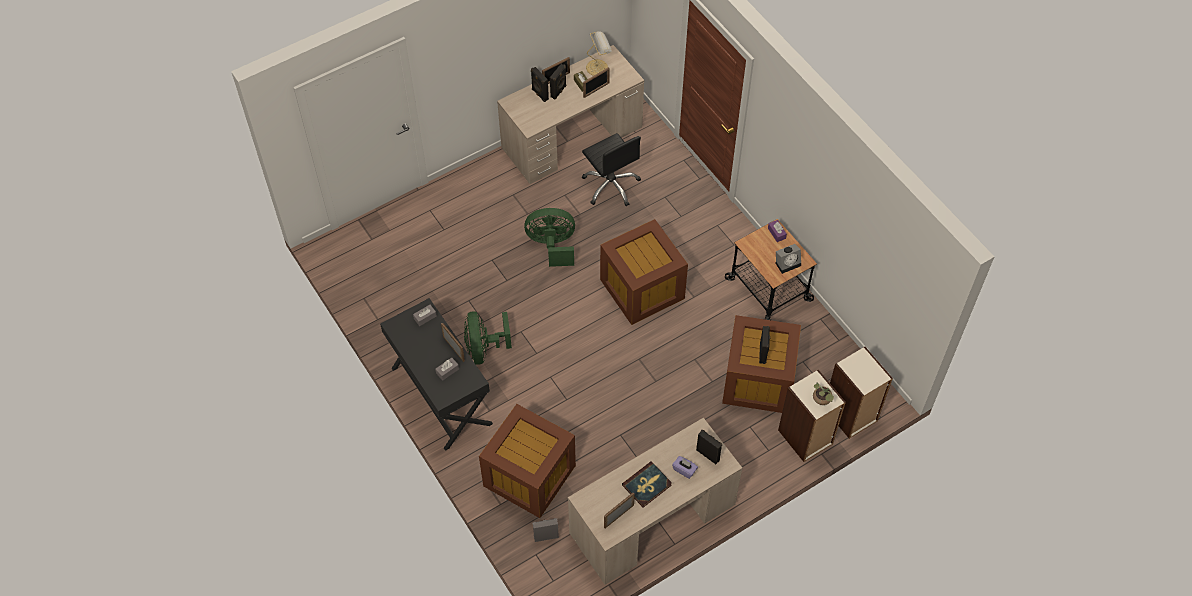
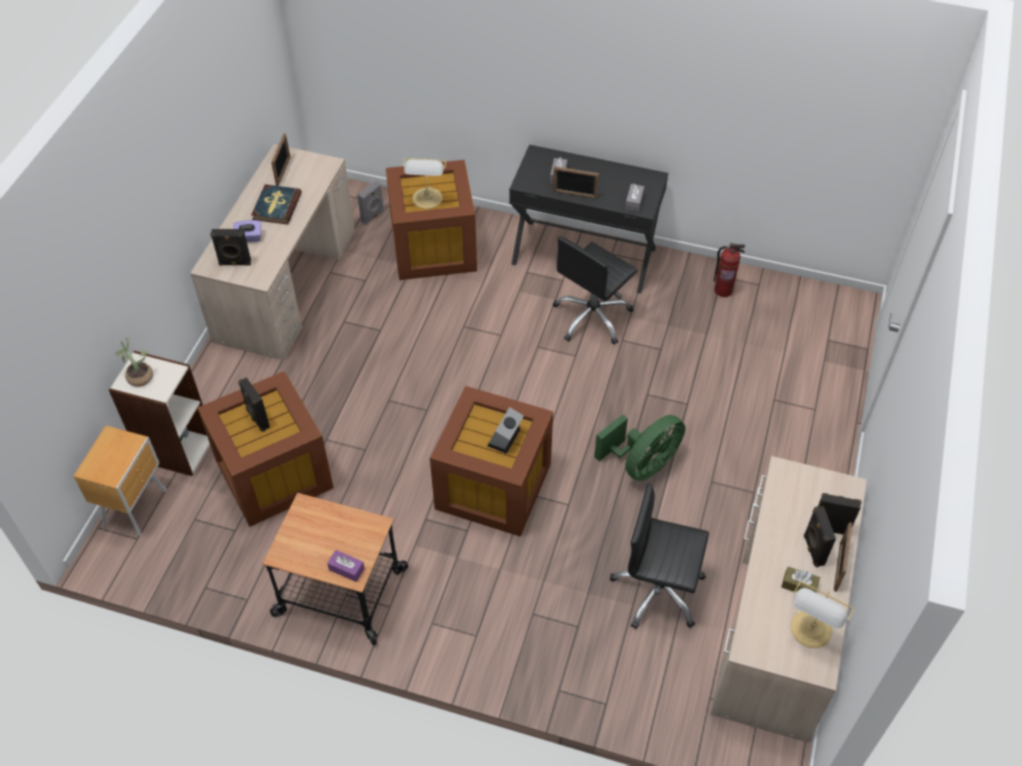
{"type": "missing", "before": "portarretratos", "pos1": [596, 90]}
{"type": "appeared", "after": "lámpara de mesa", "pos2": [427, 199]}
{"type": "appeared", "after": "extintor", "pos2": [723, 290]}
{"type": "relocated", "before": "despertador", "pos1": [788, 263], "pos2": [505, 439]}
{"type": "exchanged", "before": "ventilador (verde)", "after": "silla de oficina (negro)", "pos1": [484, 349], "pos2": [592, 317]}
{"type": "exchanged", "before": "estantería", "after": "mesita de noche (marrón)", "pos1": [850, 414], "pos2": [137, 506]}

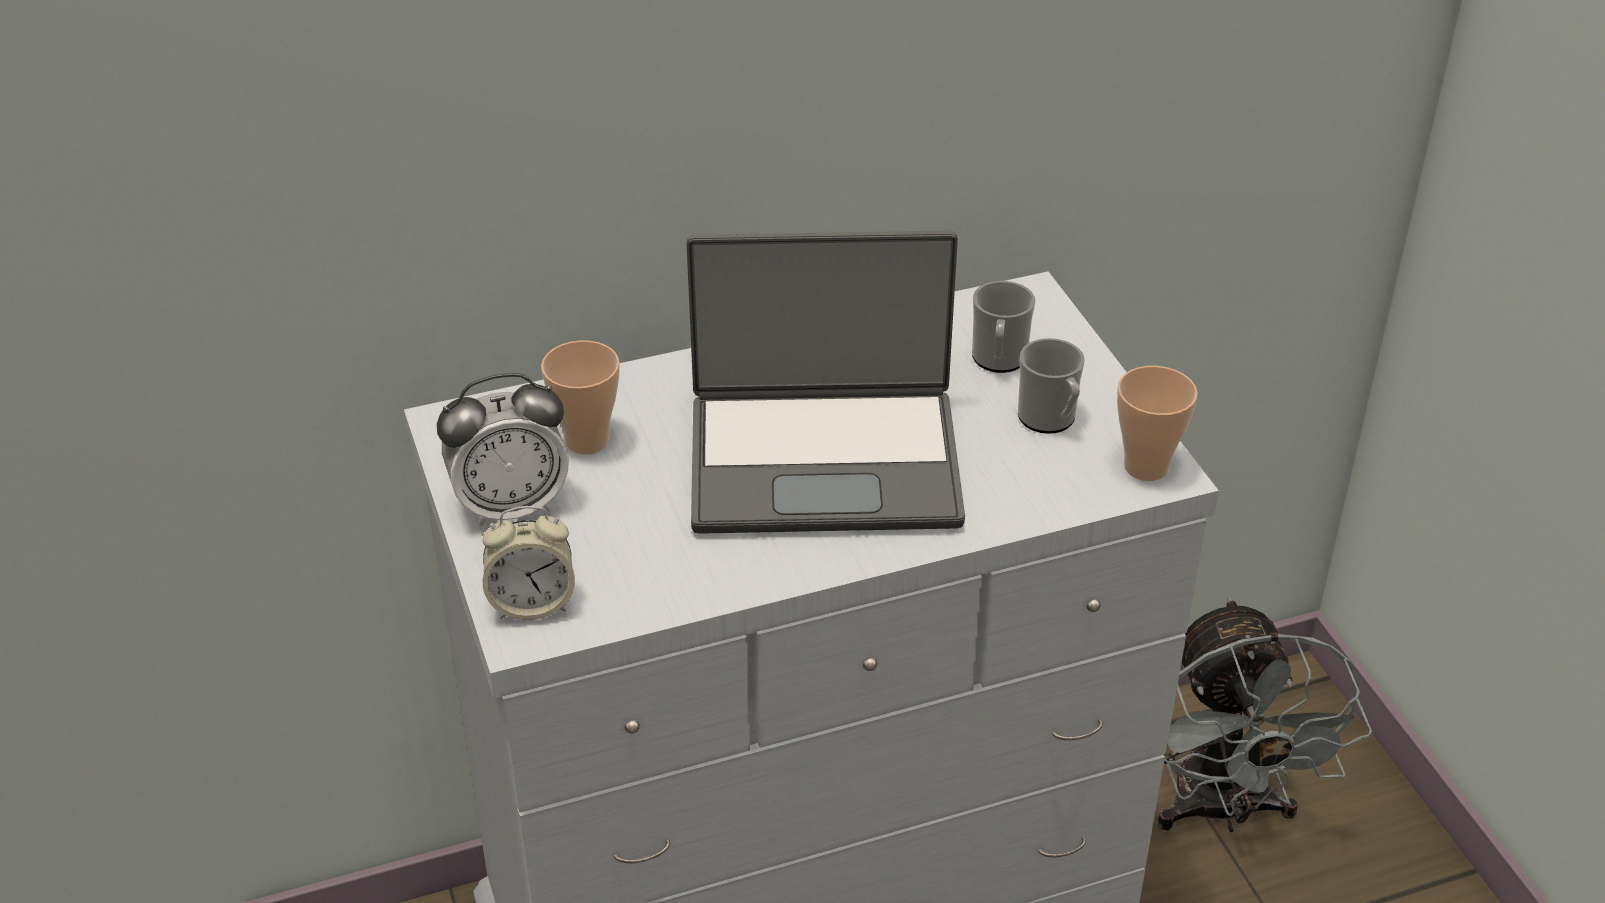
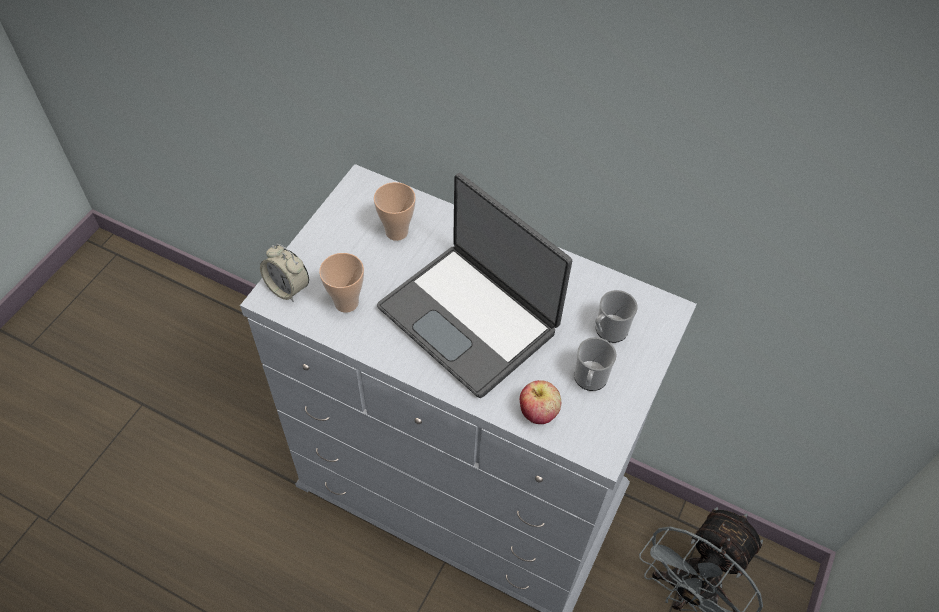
{"type": "missing", "before": "despertador", "pos1": [511, 505]}
{"type": "appeared", "after": "manzana", "pos2": [538, 412]}
{"type": "relocated", "before": "taza", "pos1": [1146, 467], "pos2": [346, 302]}

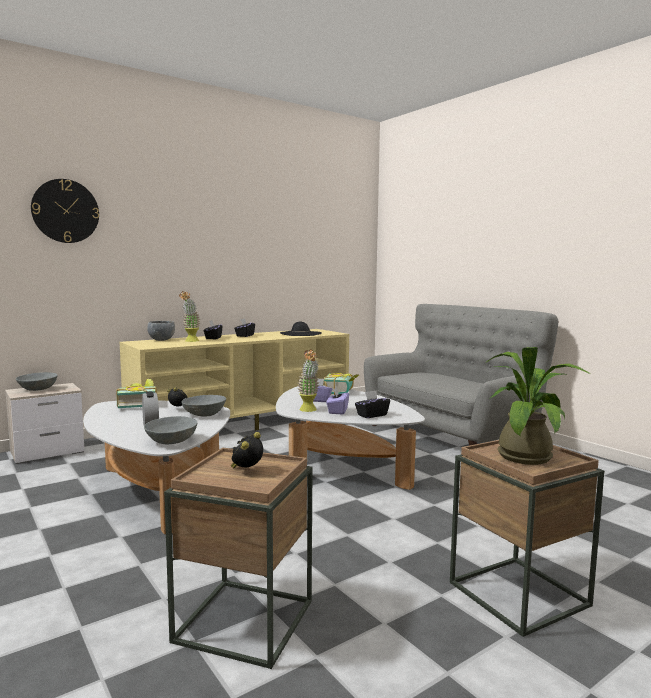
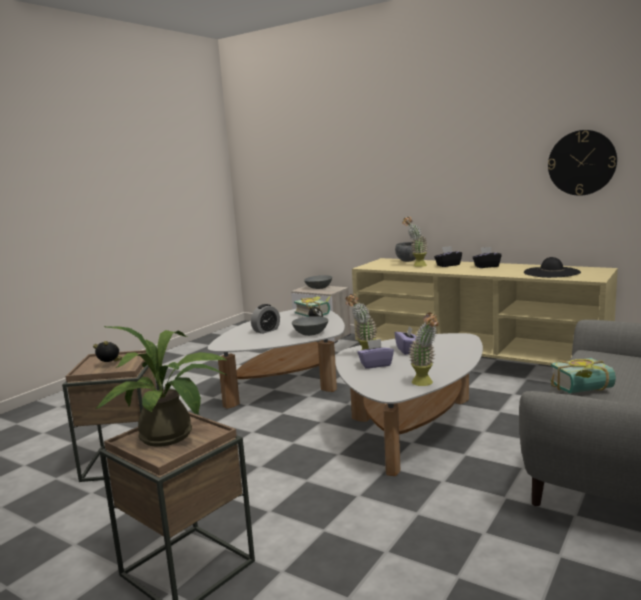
{"type": "missing", "before": "cuenco (gris)", "pos1": [171, 441]}
{"type": "missing", "before": "caja de pañuelos (negro)", "pos1": [371, 415]}
{"type": "appeared", "after": "planta en maceta", "pos2": [425, 384]}
{"type": "relocated", "before": "reloj de pared", "pos1": [65, 211], "pos2": [581, 163]}
{"type": "relocated", "before": "libro", "pos1": [342, 392], "pos2": [585, 390]}

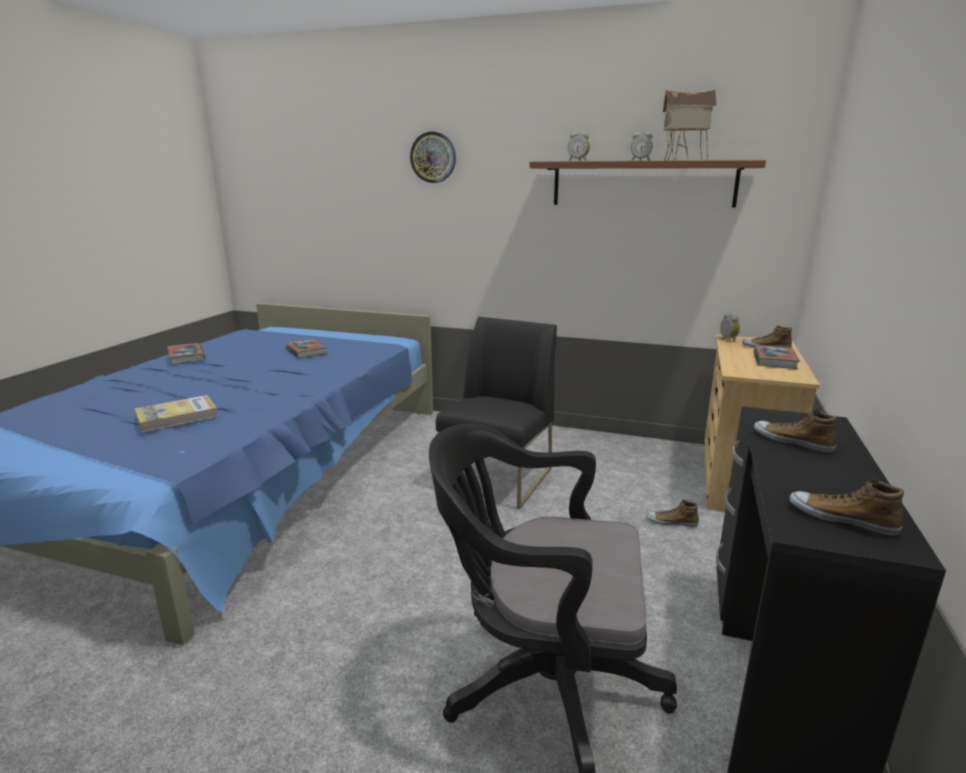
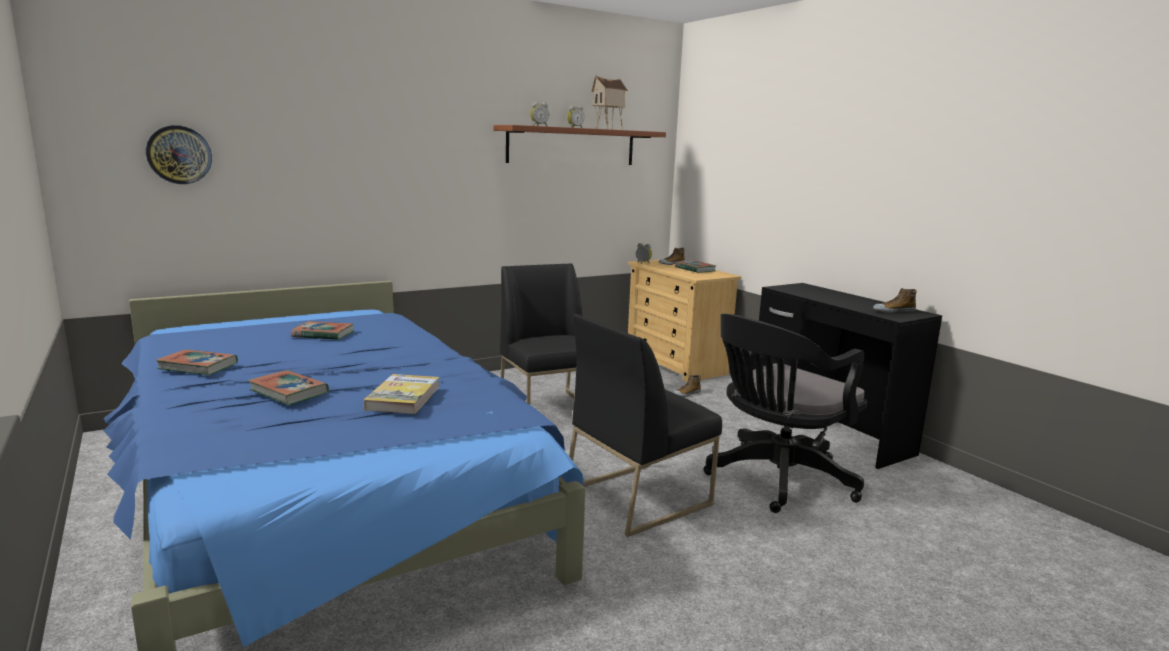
{"type": "missing", "before": "zapato", "pos1": [792, 441]}
{"type": "appeared", "after": "libro", "pos2": [289, 392]}
{"type": "appeared", "after": "silla (negro)", "pos2": [638, 497]}
{"type": "relocated", "before": "reloj de pared", "pos1": [433, 157], "pos2": [179, 155]}

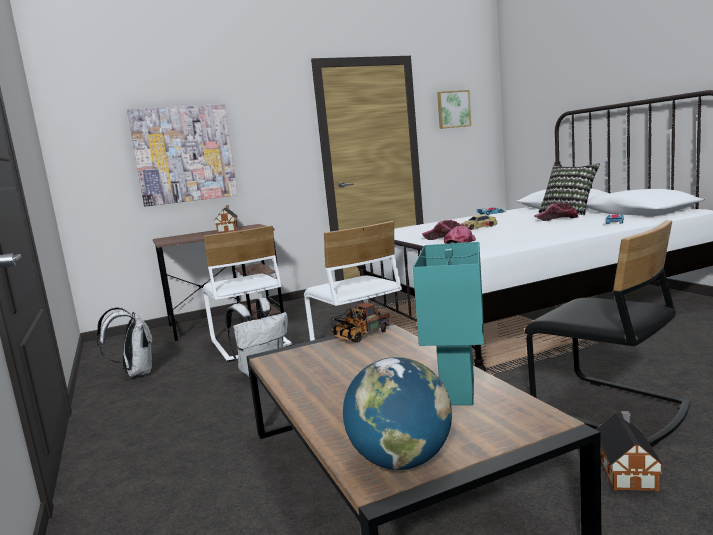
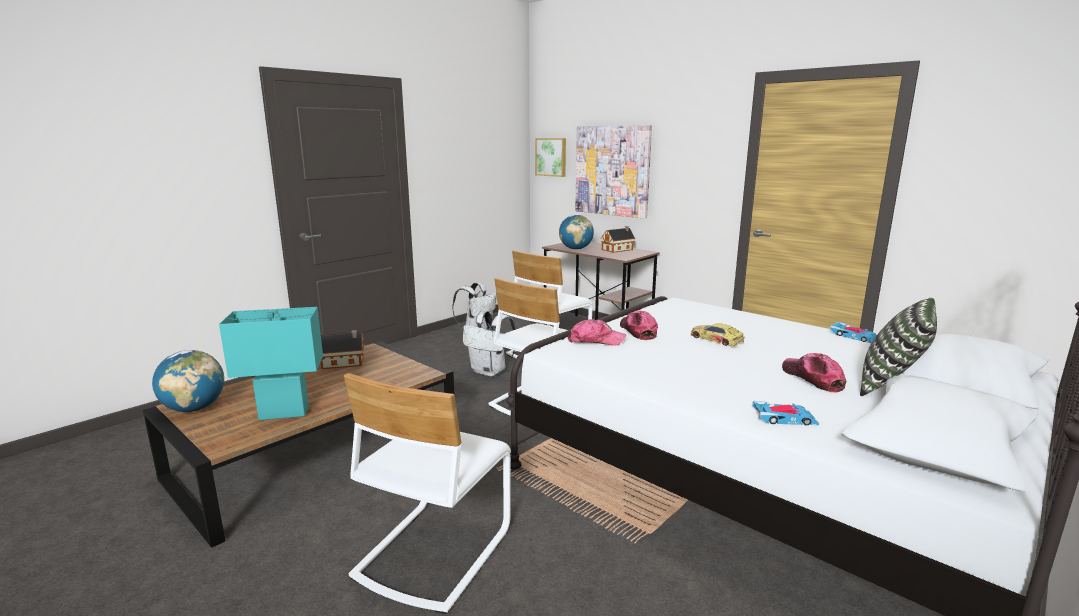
{"type": "missing", "before": "camión de juguete", "pos1": [359, 336]}
{"type": "appeared", "after": "globo terráqueo", "pos2": [576, 249]}
{"type": "relocated", "before": "cuadro", "pos1": [453, 109], "pos2": [551, 157]}
{"type": "relocated", "before": "casita", "pos1": [626, 470], "pos2": [345, 362]}
{"type": "colour", "before": "silla (negro)", "after": "silla (blanco)", "pos1": [608, 409], "pos2": [433, 552]}

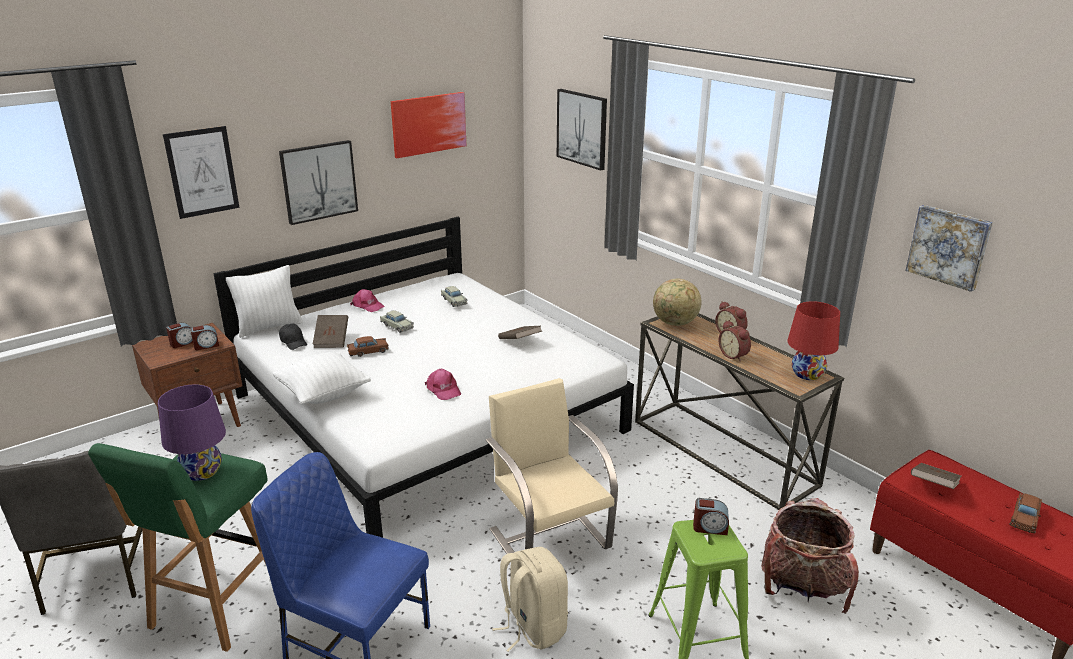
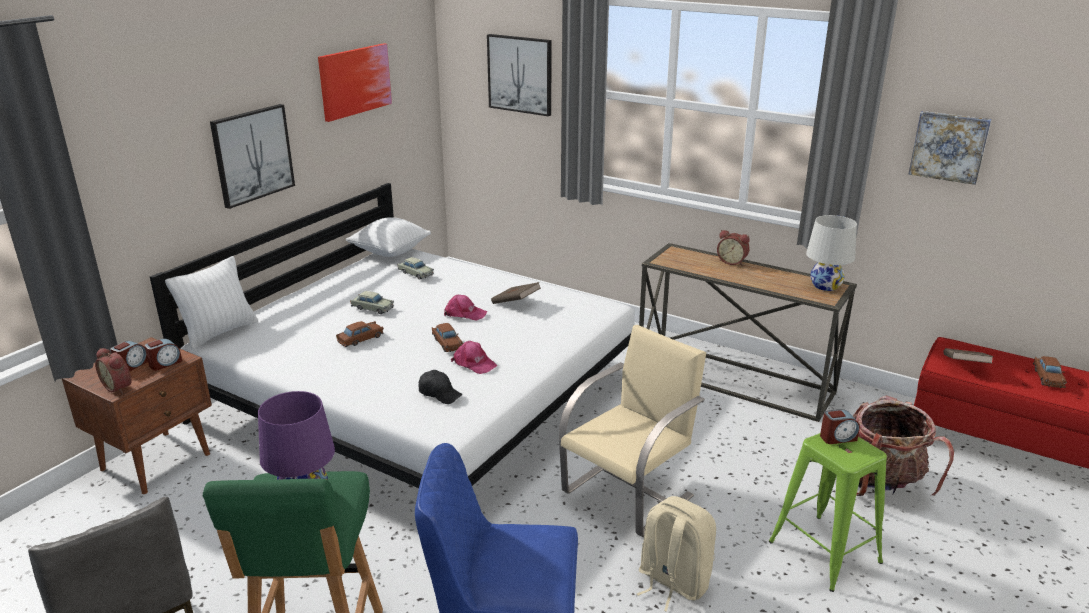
{"type": "missing", "before": "cuadro", "pos1": [202, 172]}
{"type": "missing", "before": "libro (marrón)", "pos1": [332, 340]}
{"type": "missing", "before": "globo terráqueo", "pos1": [675, 323]}
{"type": "appeared", "after": "coche de juguete (marrón)", "pos2": [447, 343]}
{"type": "relocated", "before": "cojín (blanco)", "pos1": [323, 394], "pos2": [390, 252]}
{"type": "relocated", "before": "gorra (negro)", "pos1": [293, 342], "pos2": [440, 394]}
{"type": "relocated", "before": "gorra (rosa)", "pos1": [367, 306], "pos2": [464, 314]}
{"type": "relocated", "before": "despertador", "pos1": [734, 355], "pos2": [119, 387]}
{"type": "colour", "before": "lámpara de mesa (rojo)", "after": "lámpara de mesa (blanco)", "pos1": [807, 374], "pos2": [825, 286]}
{"type": "spun", "before": "silla (beis)", "pos1": [549, 537], "pos2": [629, 493], "turn": 90}

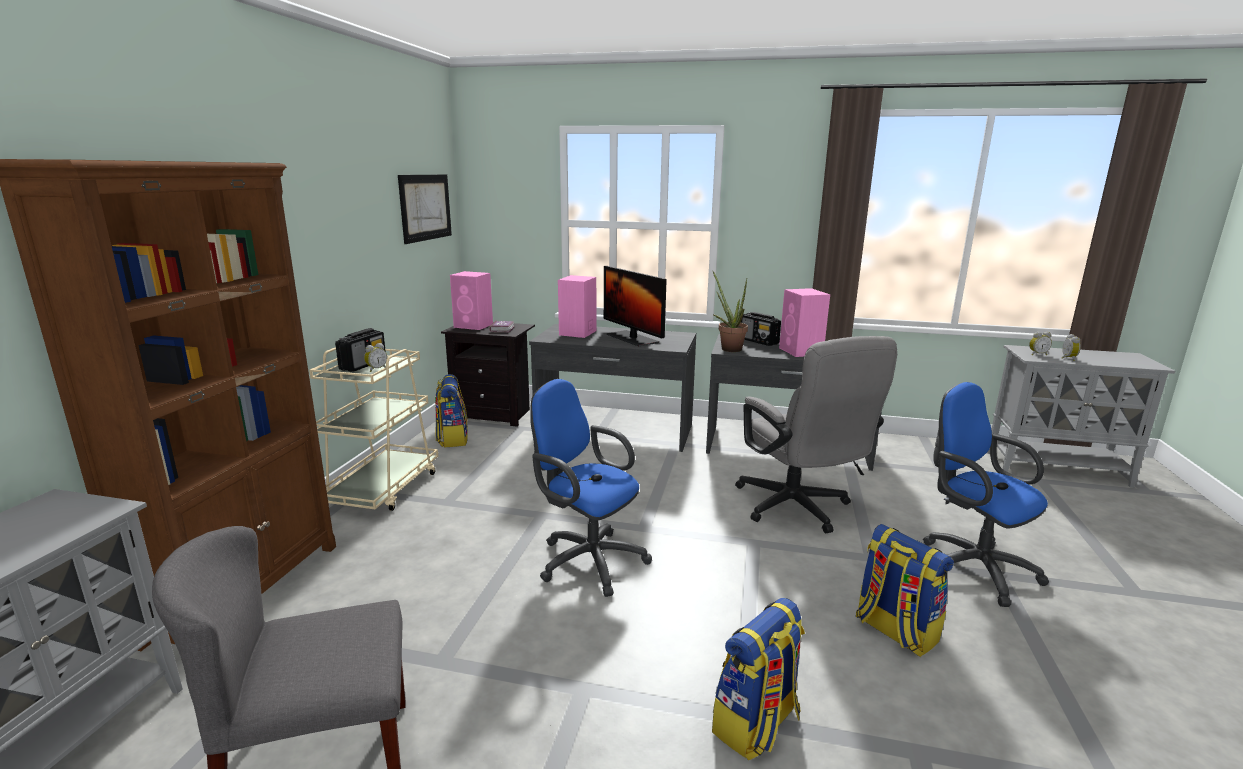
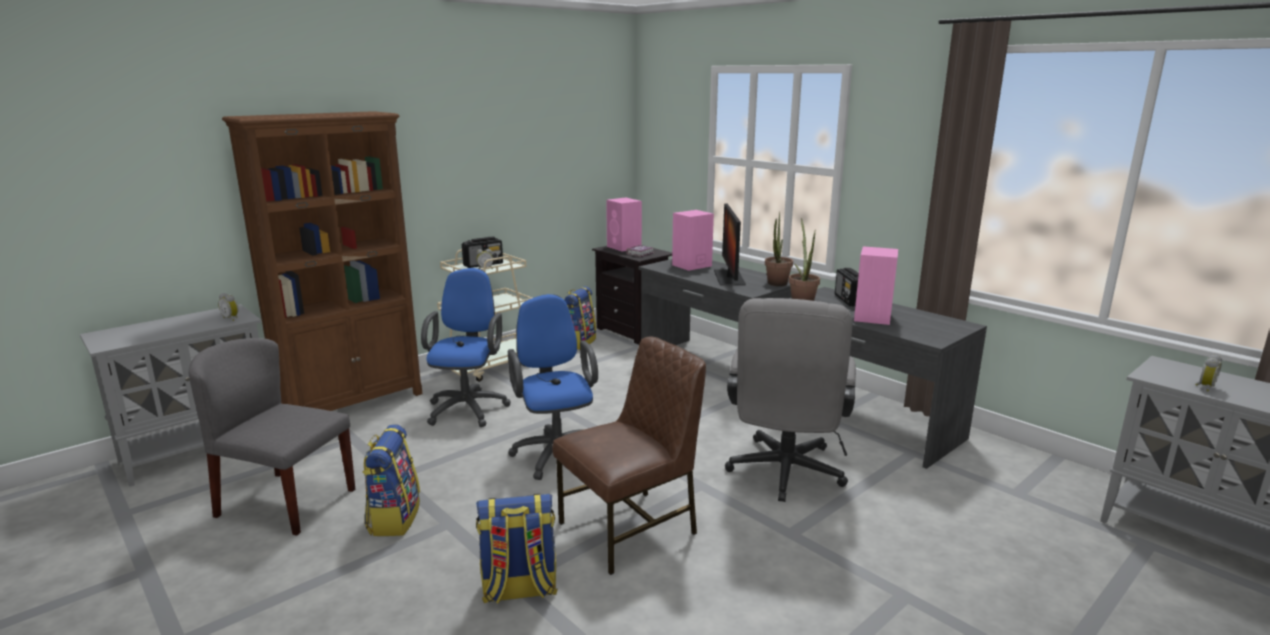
{"type": "missing", "before": "cuadro", "pos1": [426, 207]}
{"type": "appeared", "after": "silla (marrón)", "pos2": [630, 528]}
{"type": "appeared", "after": "planta en maceta", "pos2": [776, 284]}
{"type": "relocated", "before": "mochila", "pos1": [894, 631], "pos2": [394, 518]}
{"type": "relocated", "before": "silla de oficina (azul)", "pos1": [970, 566], "pos2": [469, 408]}
{"type": "relocated", "before": "despertador", "pos1": [1037, 354], "pos2": [231, 318]}

